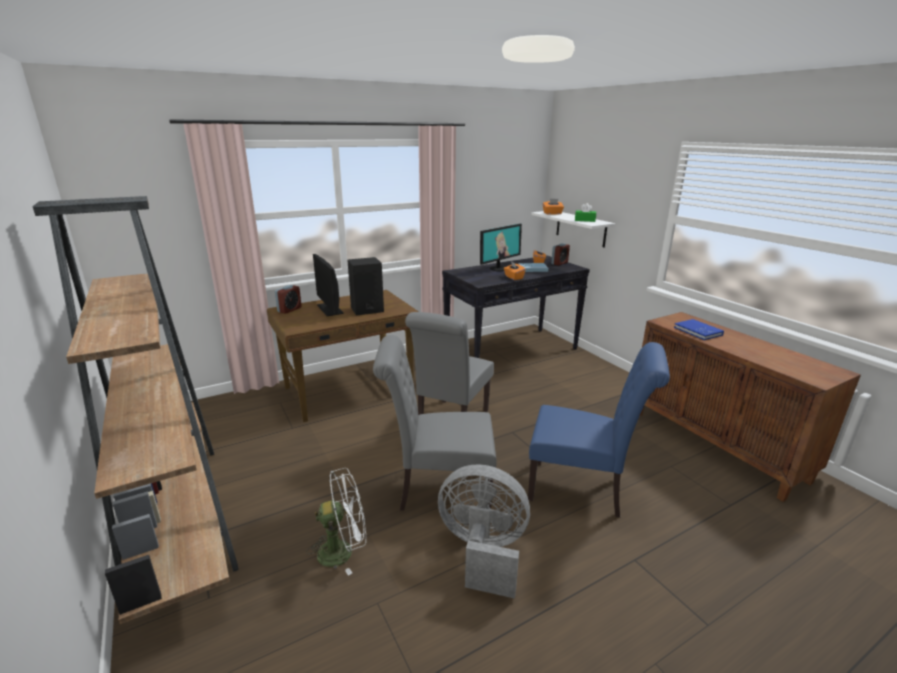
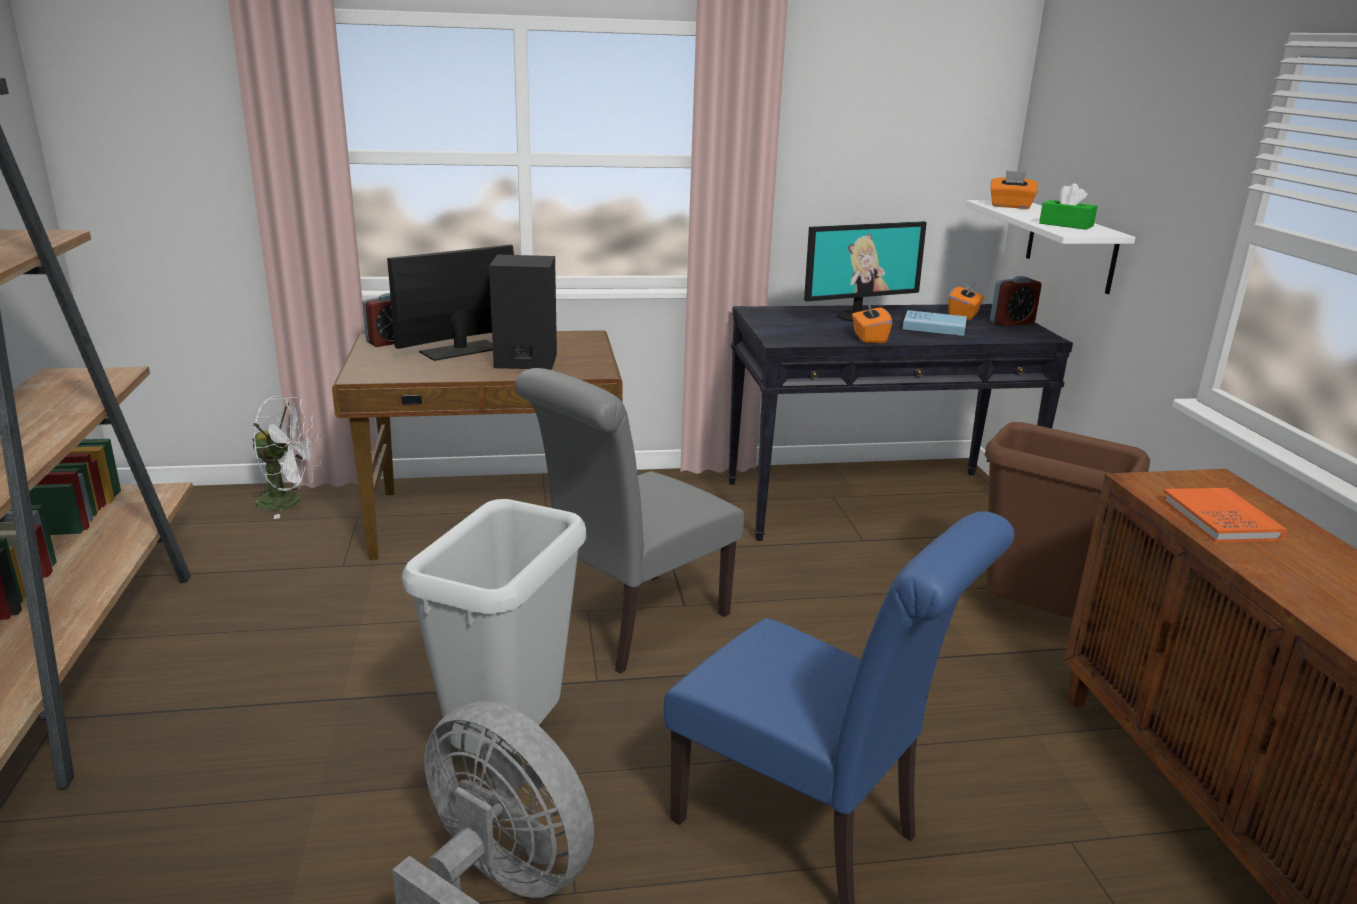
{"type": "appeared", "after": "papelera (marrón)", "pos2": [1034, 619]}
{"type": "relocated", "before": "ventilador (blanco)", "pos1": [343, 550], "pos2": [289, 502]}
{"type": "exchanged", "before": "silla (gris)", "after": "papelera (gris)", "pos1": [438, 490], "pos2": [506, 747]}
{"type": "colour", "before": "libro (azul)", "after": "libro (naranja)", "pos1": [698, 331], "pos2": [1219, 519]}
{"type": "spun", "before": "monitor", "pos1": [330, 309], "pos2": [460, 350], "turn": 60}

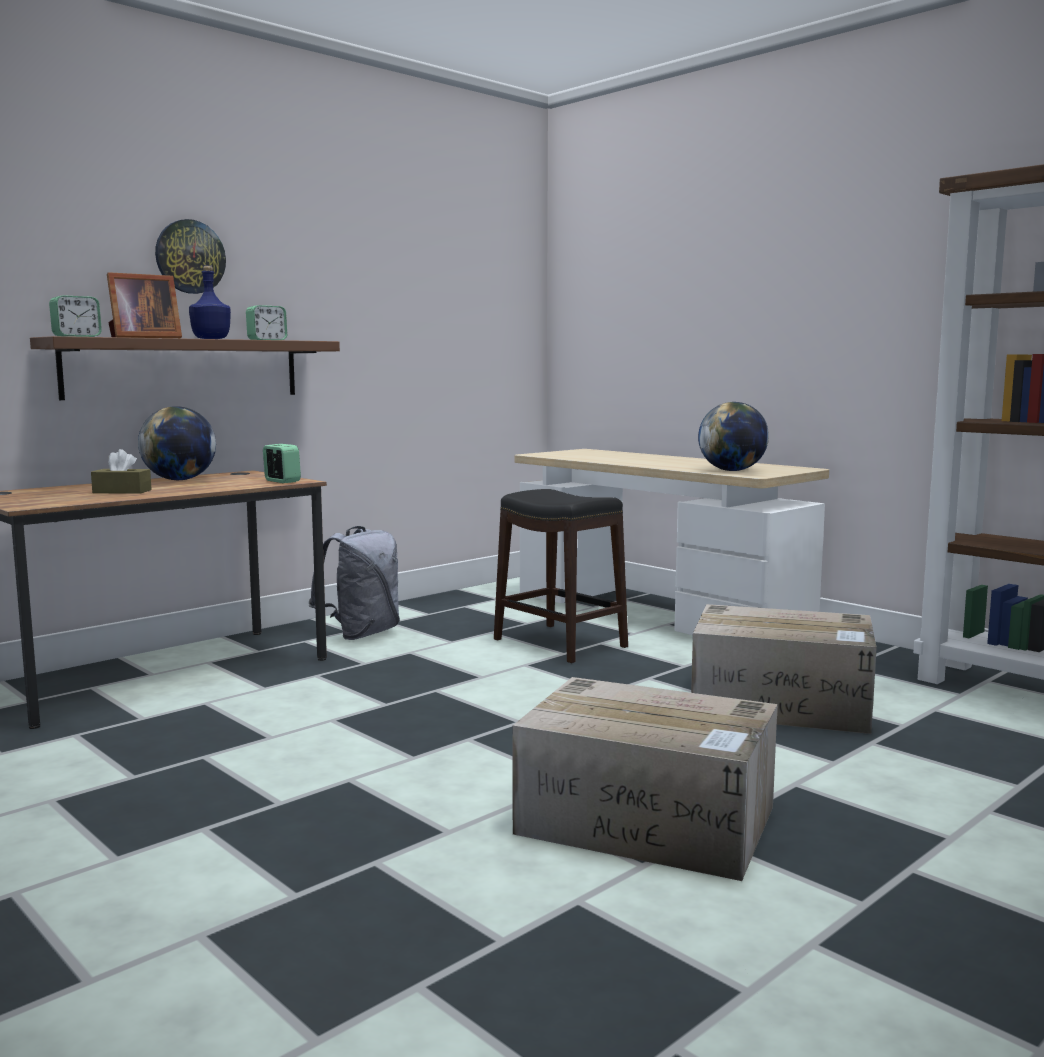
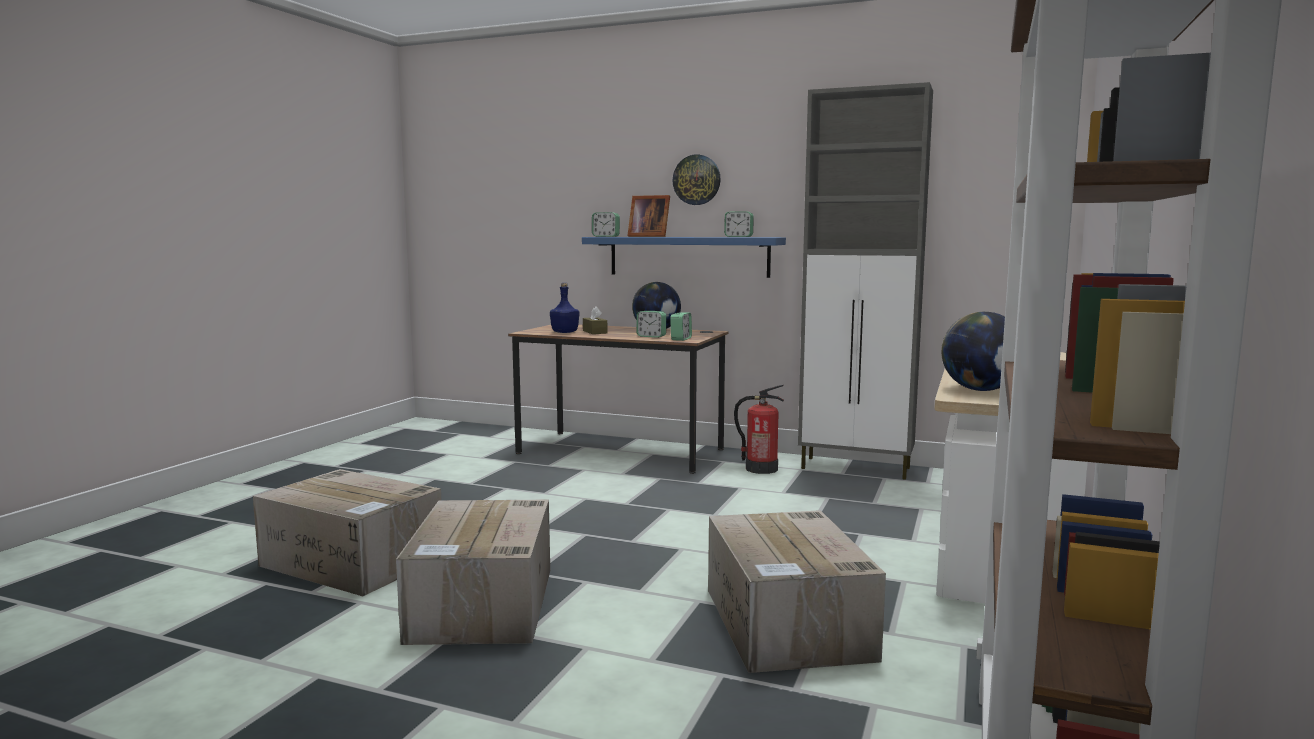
{"type": "missing", "before": "taburete (negro)", "pos1": [559, 643]}
{"type": "appeared", "after": "caja de cartón", "pos2": [354, 561]}
{"type": "appeared", "after": "despertador", "pos2": [651, 336]}
{"type": "appeared", "after": "armario (gris)", "pos2": [857, 468]}
{"type": "relocated", "before": "botella (azul)", "pos1": [211, 339], "pos2": [564, 332]}
{"type": "exchanged", "before": "mochila (gris)", "after": "extintor", "pos1": [361, 634], "pos2": [760, 469]}
{"type": "colour", "before": "estante (marrón)", "after": "estante (azul)", "pos1": [184, 368], "pos2": [688, 256]}

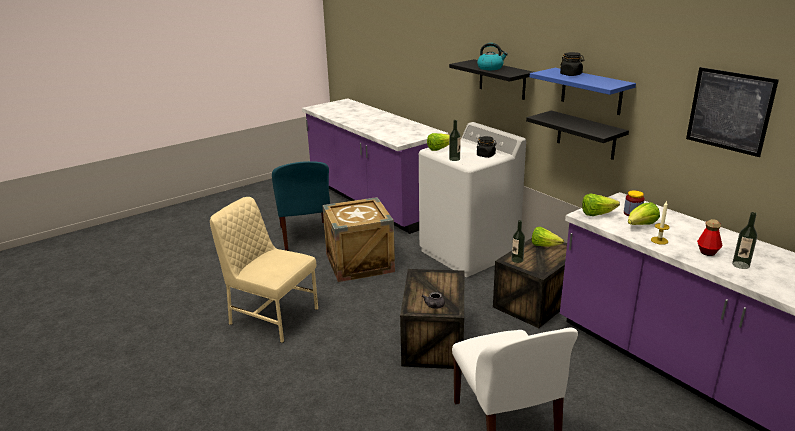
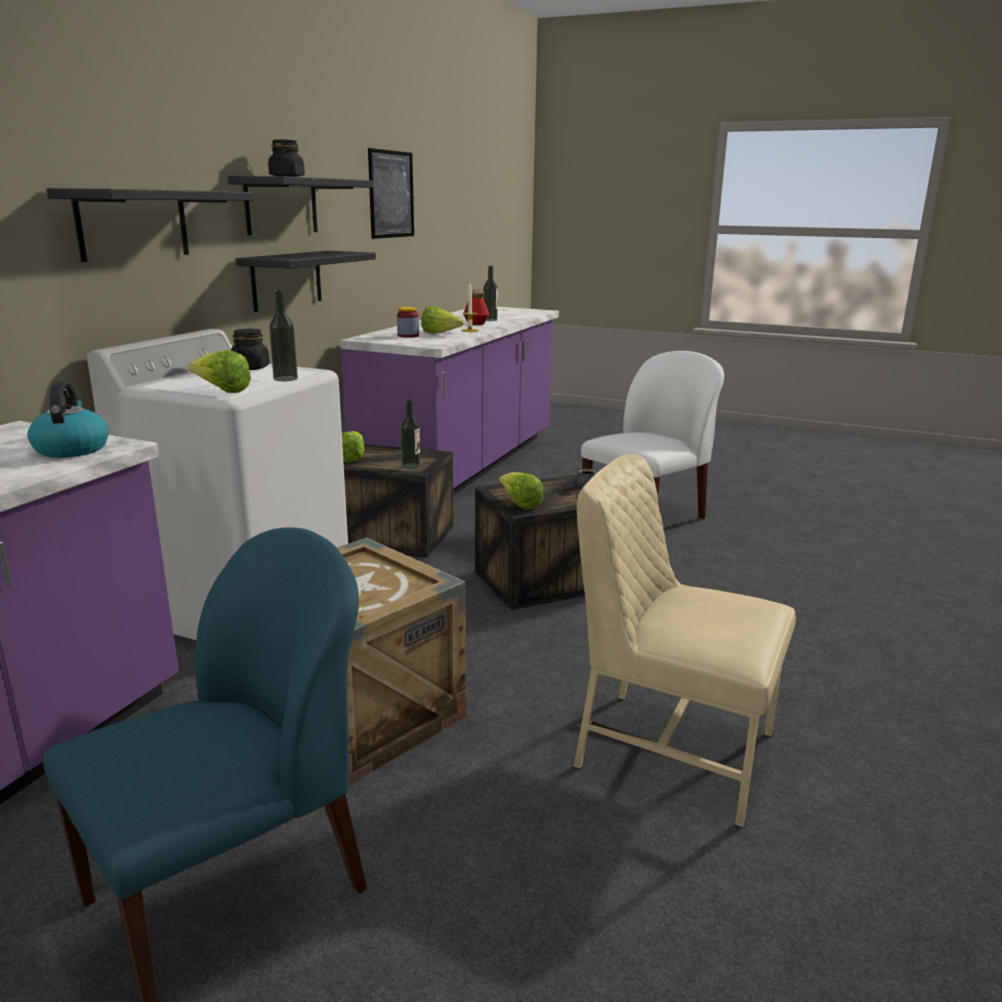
{"type": "relocated", "before": "hervidor", "pos1": [490, 68], "pos2": [71, 449]}
{"type": "relocated", "before": "lechuga", "pos1": [597, 214], "pos2": [520, 504]}
{"type": "colour", "before": "estante (azul)", "after": "estante (negro)", "pos1": [591, 91], "pos2": [281, 206]}
{"type": "spun", "before": "silla (beis)", "pos1": [272, 316], "pos2": [671, 750], "turn": 120}

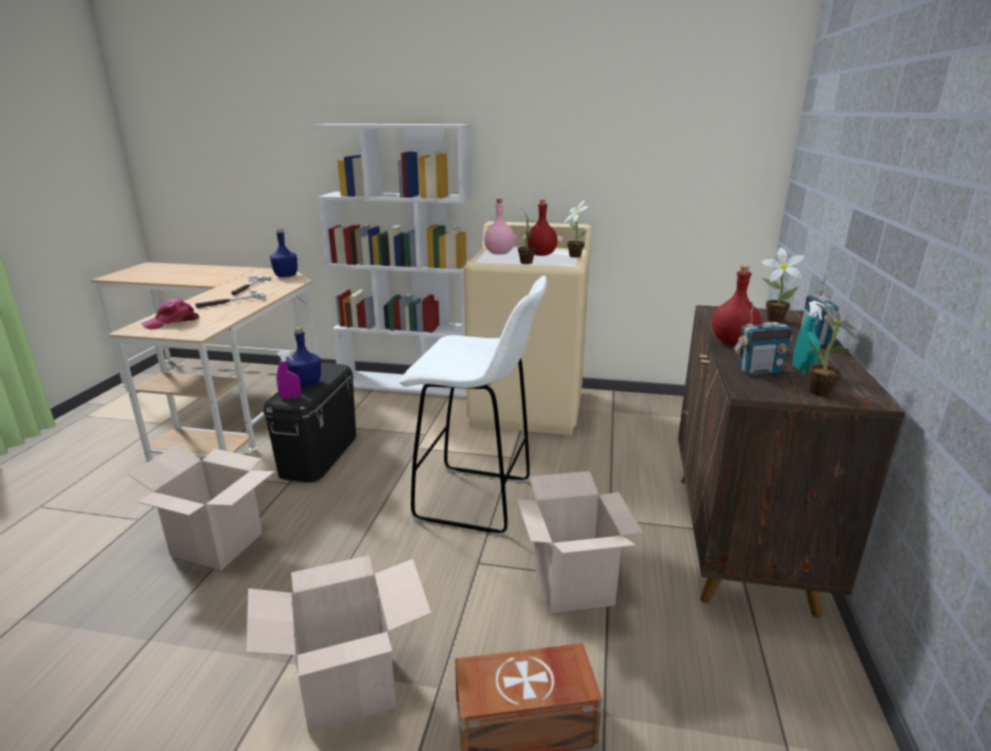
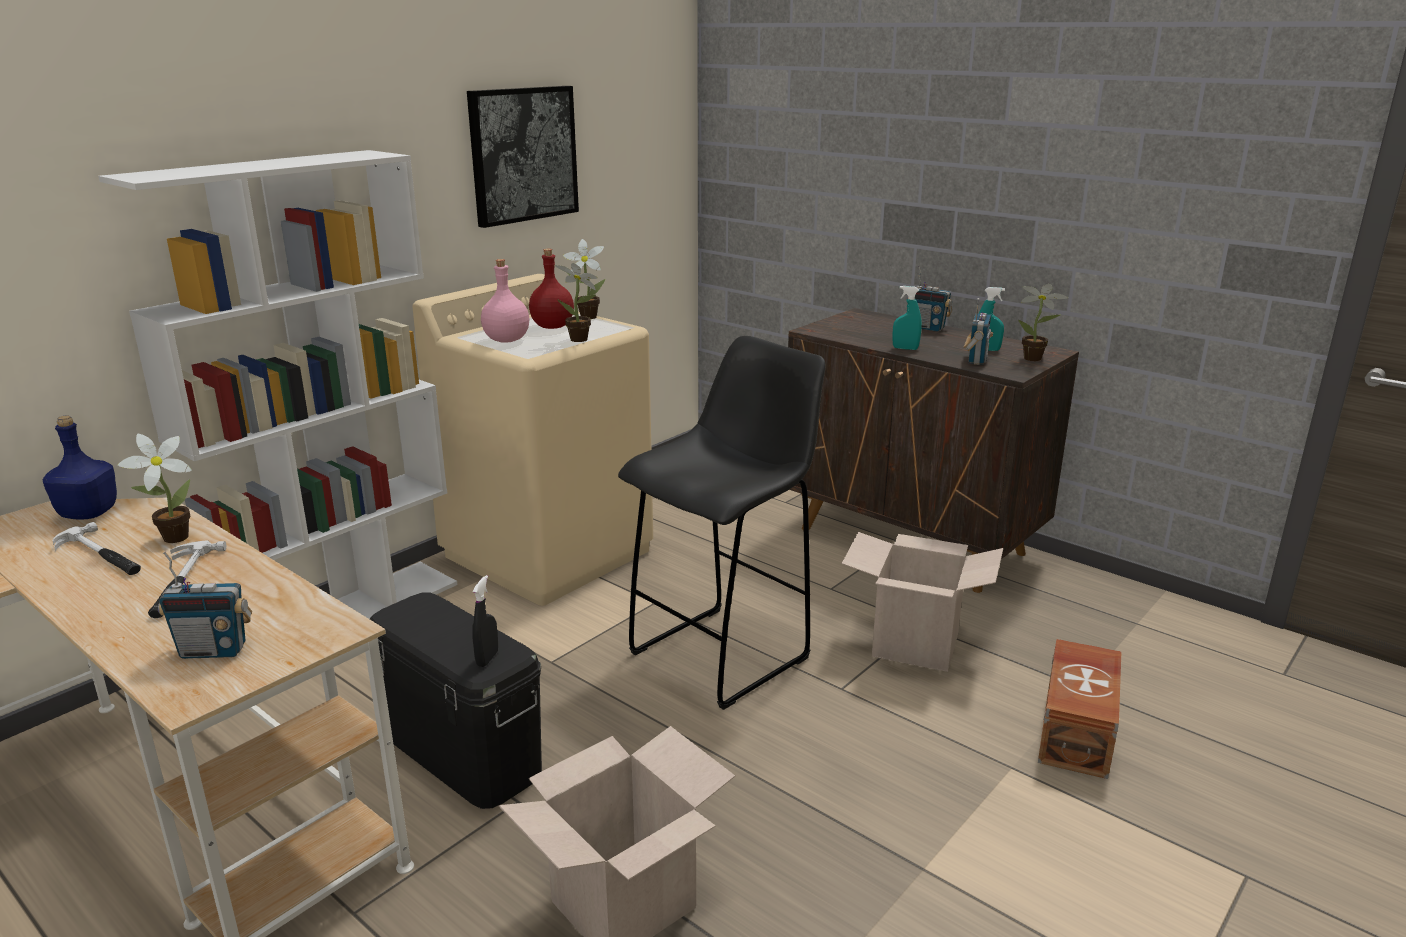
{"type": "missing", "before": "caja de cartón", "pos1": [348, 687]}
{"type": "missing", "before": "botella (azul)", "pos1": [305, 383]}
{"type": "appeared", "after": "cuadro", "pos2": [523, 154]}
{"type": "relocated", "before": "planta en maceta", "pos1": [771, 319], "pos2": [171, 538]}
{"type": "exchanged", "before": "gorra (rosa)", "after": "radio", "pos1": [172, 322], "pos2": [214, 650]}
{"type": "exchanged", "before": "botella (rojo)", "after": "pulverizador (turquesa)", "pos1": [732, 342], "pos2": [905, 348]}
{"type": "colour", "before": "pulverizador (morado)", "after": "pulverizador (negro)", "pos1": [290, 397], "pos2": [487, 658]}
{"type": "colour", "before": "taburete (blanco)", "after": "taburete (negro)", "pos1": [477, 500], "pos2": [724, 653]}

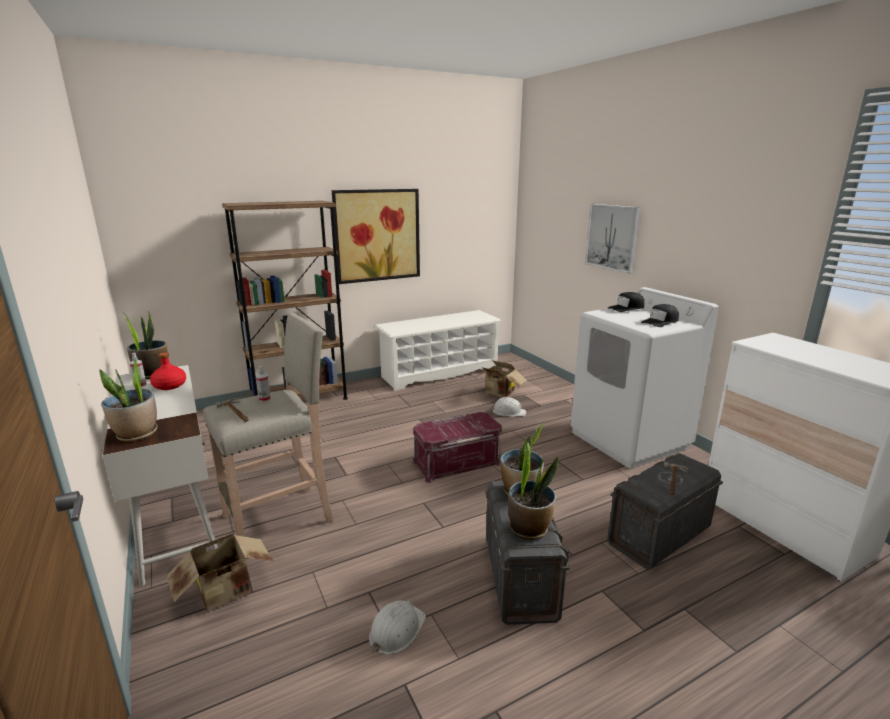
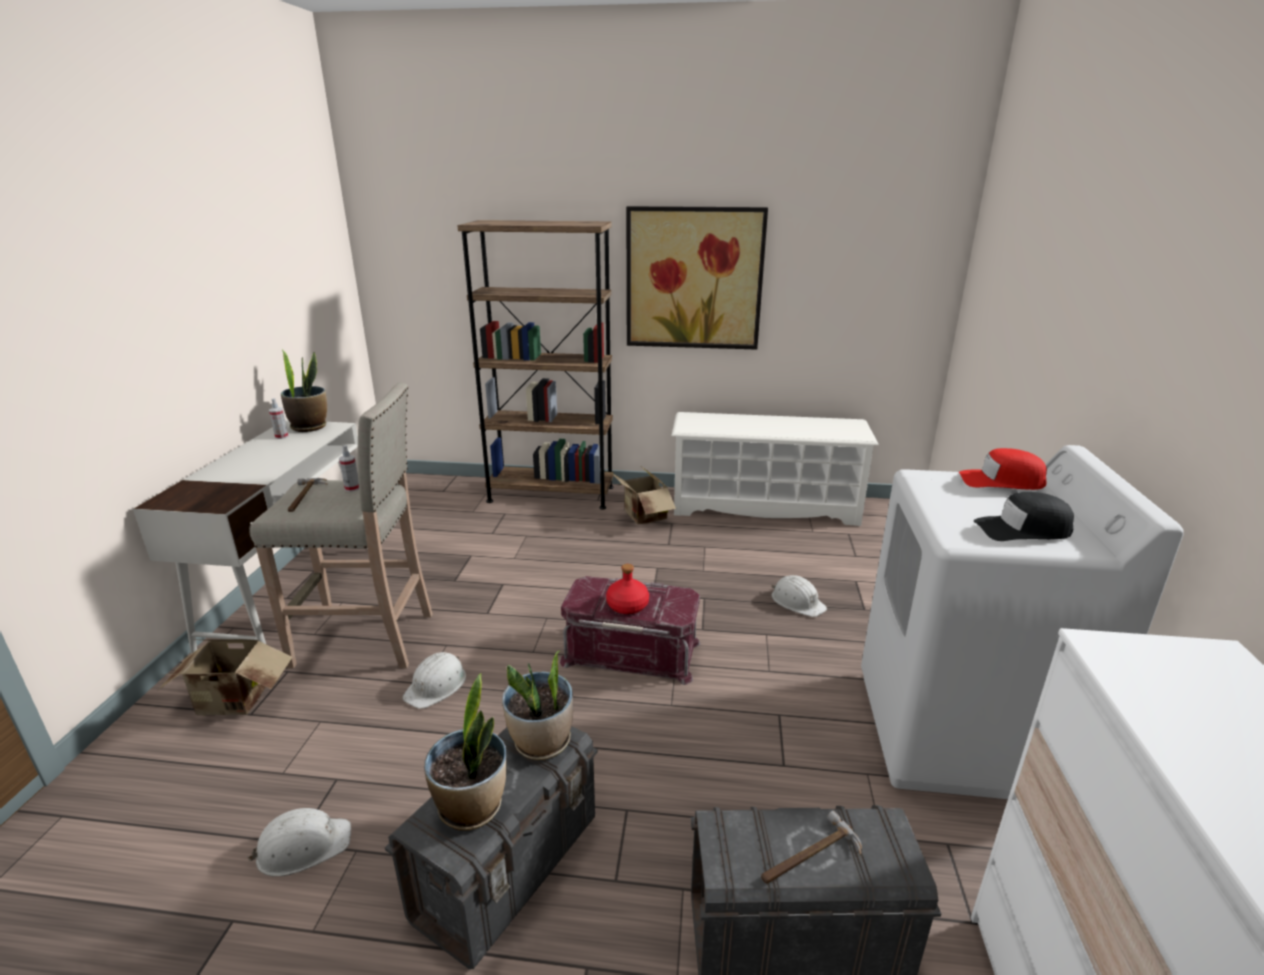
{"type": "missing", "before": "planta en maceta", "pos1": [137, 434]}
{"type": "missing", "before": "cuadro", "pos1": [612, 237]}
{"type": "appeared", "after": "casco (blanco)", "pos2": [437, 685]}
{"type": "relocated", "before": "botella (rojo)", "pos1": [169, 386], "pos2": [627, 606]}
{"type": "relocated", "before": "caja de cartón", "pos1": [499, 393], "pos2": [642, 517]}
{"type": "colour", "before": "gorra (negro)", "after": "gorra (rojo)", "pos1": [626, 308], "pos2": [1001, 481]}

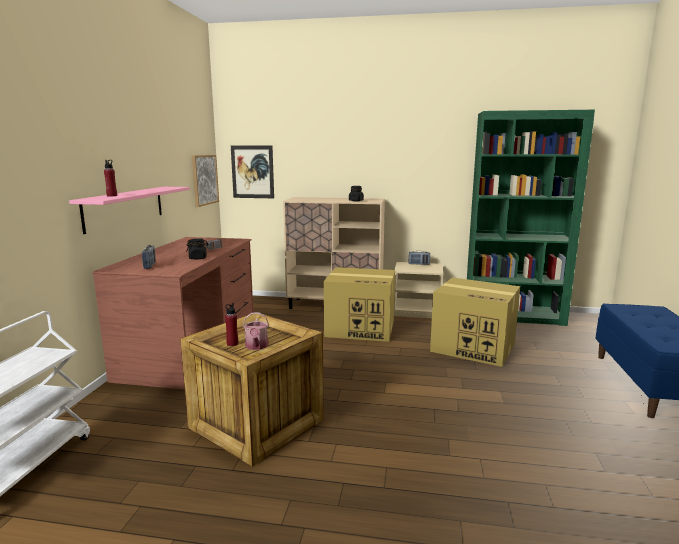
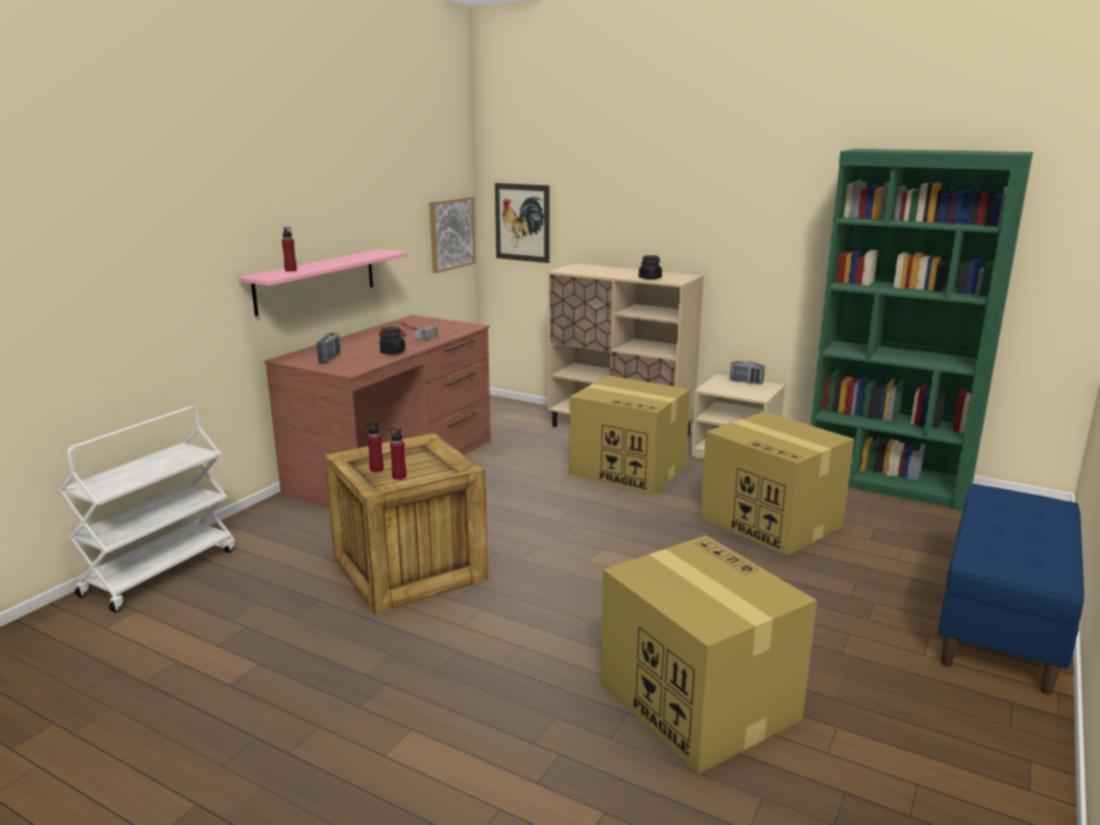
{"type": "appeared", "after": "caja de cartón", "pos2": [696, 699]}
{"type": "exchanged", "before": "regadera", "after": "botella (rojo)", "pos1": [256, 346], "pos2": [399, 476]}

